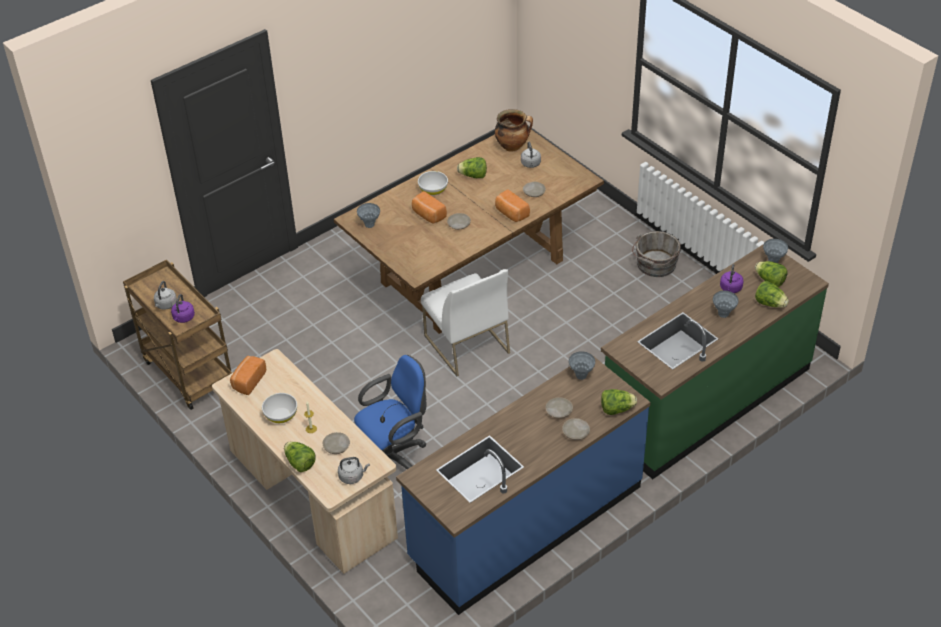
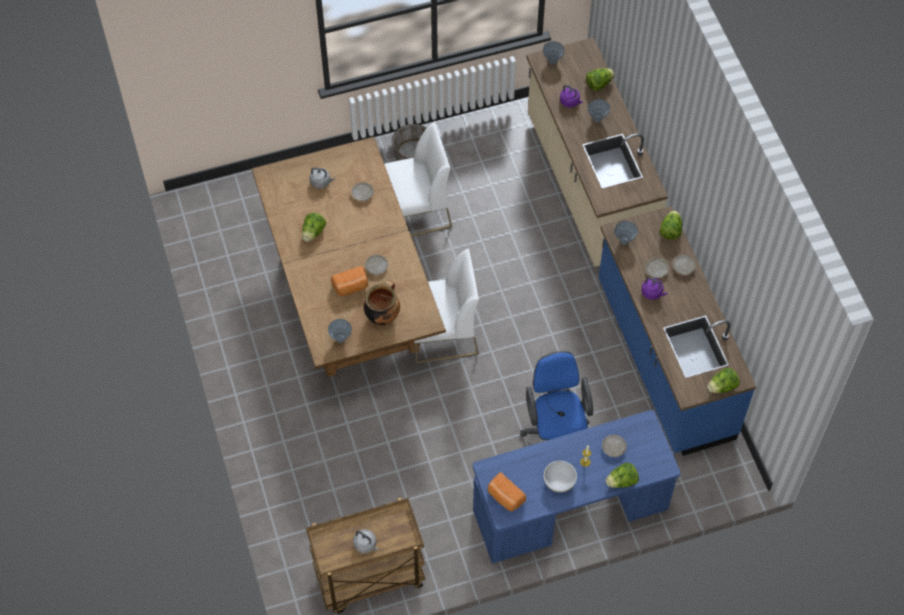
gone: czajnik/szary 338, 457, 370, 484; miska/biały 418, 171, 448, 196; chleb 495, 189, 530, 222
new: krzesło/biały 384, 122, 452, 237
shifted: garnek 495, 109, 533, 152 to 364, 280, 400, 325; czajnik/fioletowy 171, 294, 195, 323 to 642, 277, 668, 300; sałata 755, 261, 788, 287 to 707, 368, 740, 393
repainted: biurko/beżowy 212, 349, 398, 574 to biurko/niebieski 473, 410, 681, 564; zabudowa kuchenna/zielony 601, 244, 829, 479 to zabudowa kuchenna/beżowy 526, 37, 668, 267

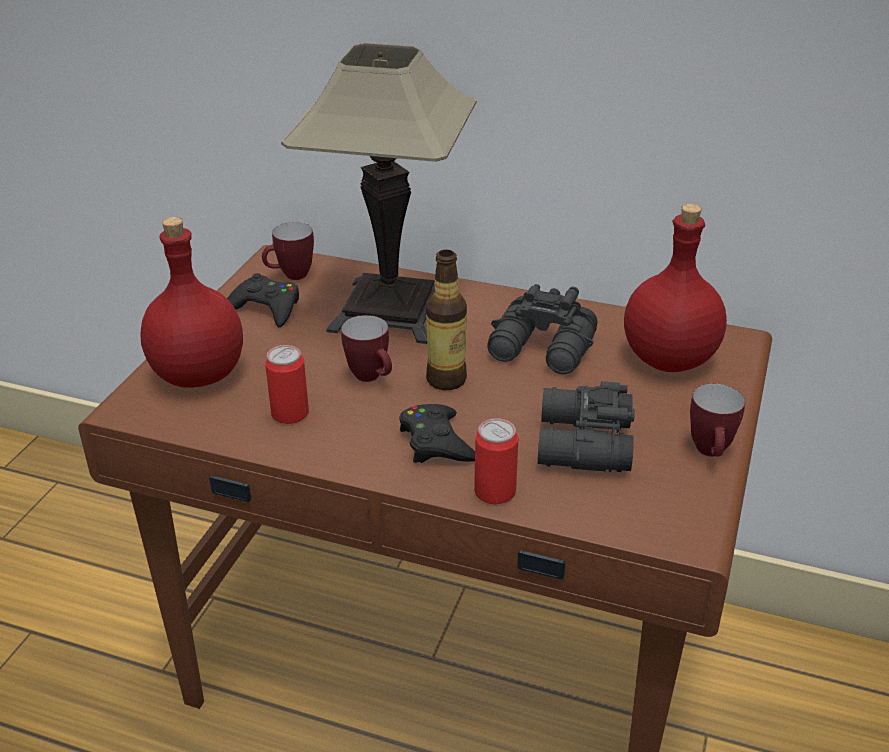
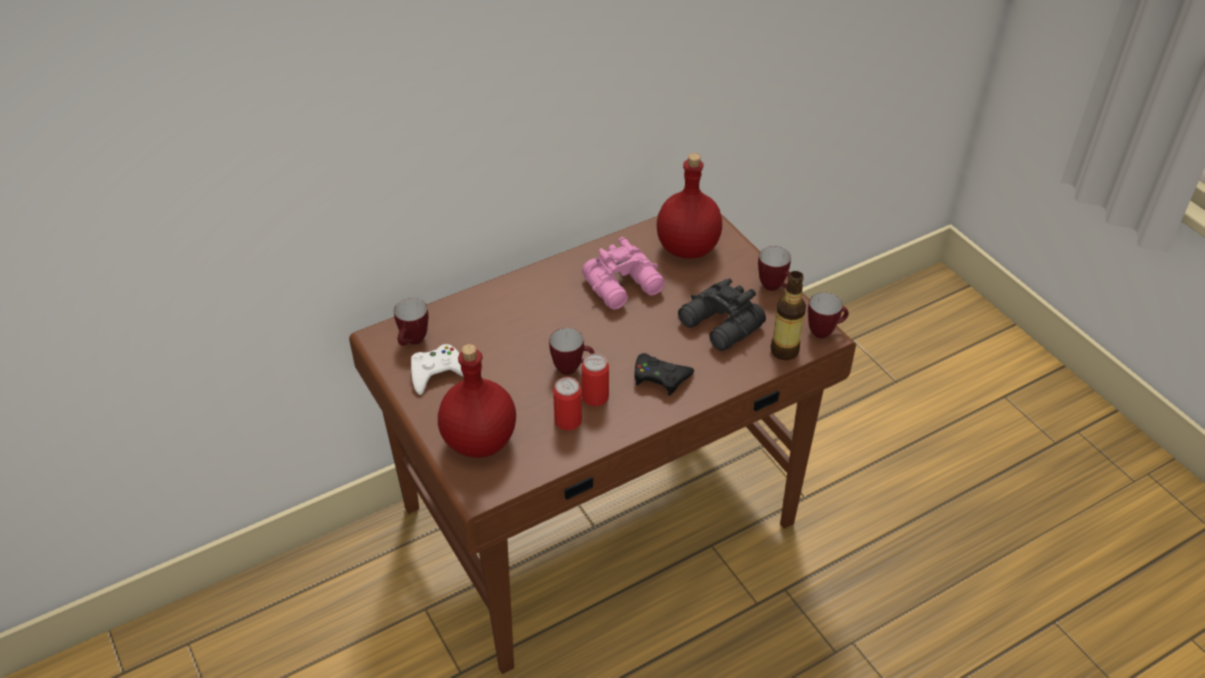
gone: lampa stołowa 281, 43, 476, 344
new: kubek 808, 292, 849, 339
shifted: puszka 474, 418, 518, 505 to 582, 353, 609, 406; butelka 426, 250, 467, 390 to 771, 271, 806, 360
repainted: pad do gier/czarny 227, 273, 299, 327 to pad do gier/biały 411, 344, 463, 395; lornetka/czarny 487, 284, 597, 374 to lornetka/różowy 582, 237, 665, 310

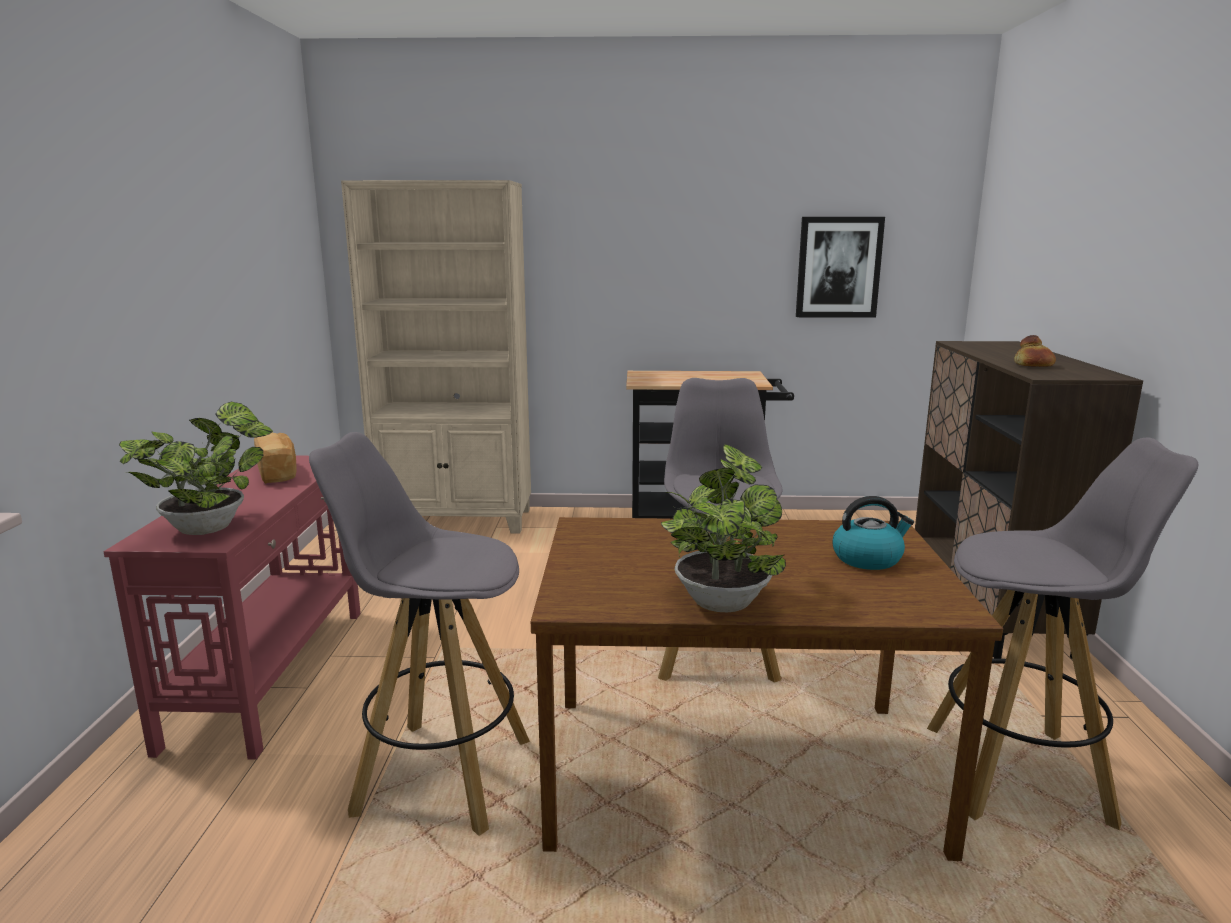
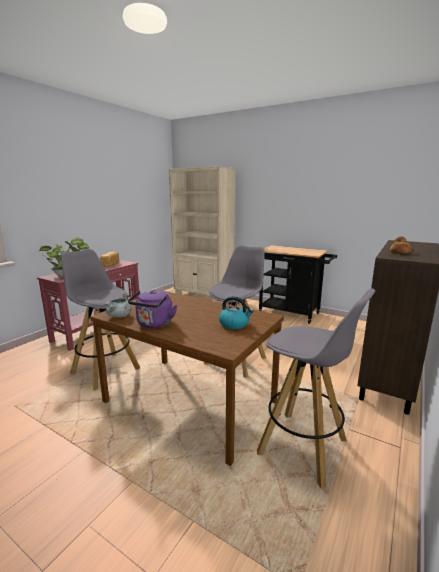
gone: obraz 796, 217, 885, 318
new: garnek/szary 105, 293, 132, 318
swapped: roślina doniczkowa 661, 444, 786, 612 to czajnik/fioletowy 128, 290, 177, 328

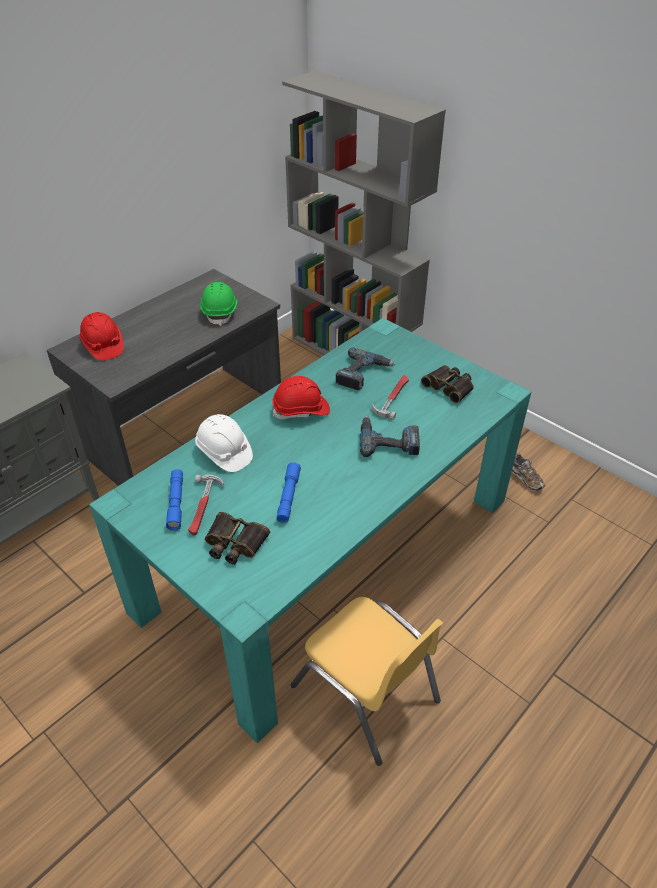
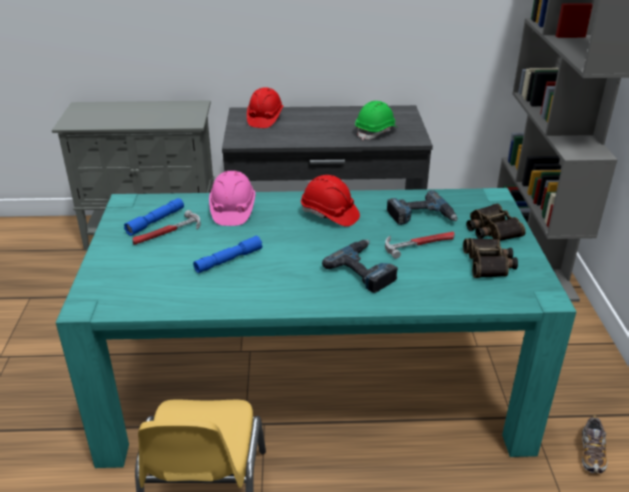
shifted: lornetka 205, 512, 270, 565 to 466, 204, 526, 241
repainted: kask/biały 195, 414, 253, 472 to kask/różowy 209, 171, 255, 226

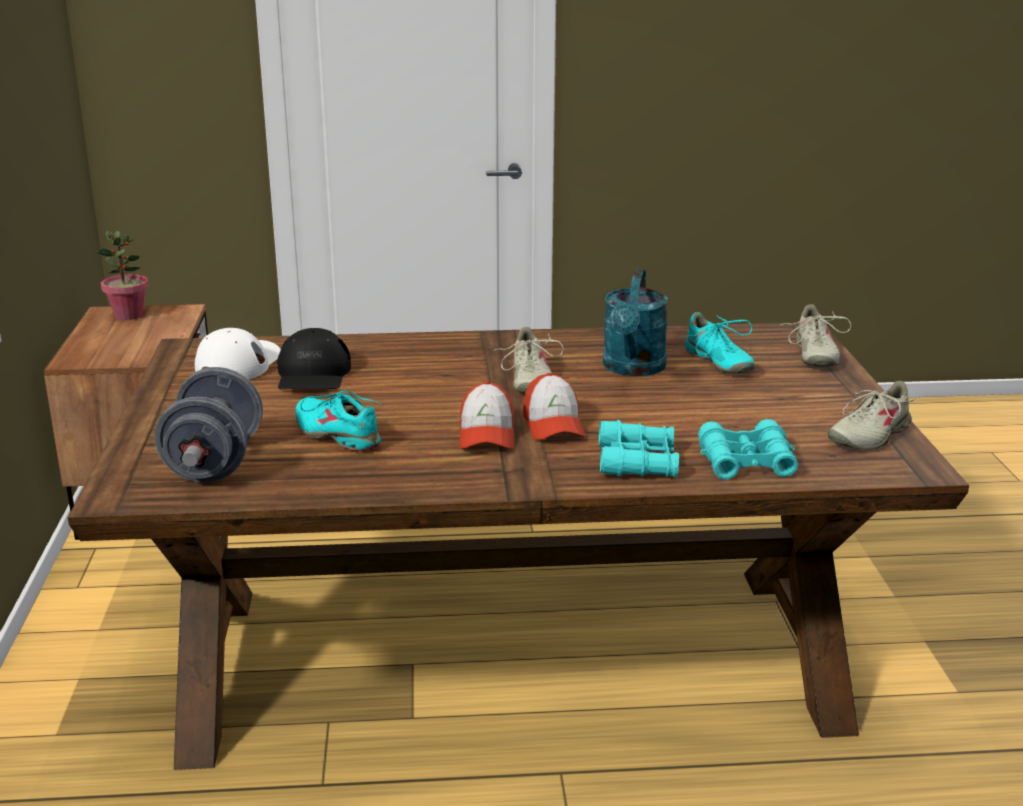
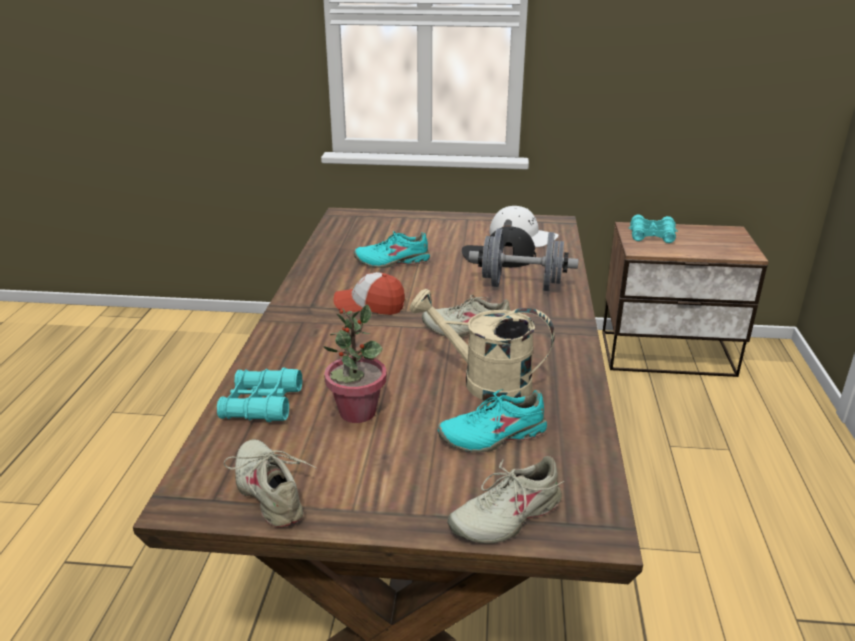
gone: czapka z daszkiem 523, 373, 586, 440
shifted: roślina doniczkowa 96, 231, 149, 320 to 323, 304, 387, 423; hantel/szary 154, 367, 263, 482 to 469, 228, 579, 291; lornetka/turkusowy 599, 420, 679, 477 to 629, 214, 678, 243
repainted: konewka/turkusowy 603, 269, 668, 376 to konewka/beżowy 410, 289, 555, 402
rotated: but/turkusowy 295, 390, 382, 451 = 354, 231, 430, 268 150 degrees counterclockwise; but/beżowy 780, 304, 851, 366 = 447, 456, 564, 543 45 degrees counterclockwise

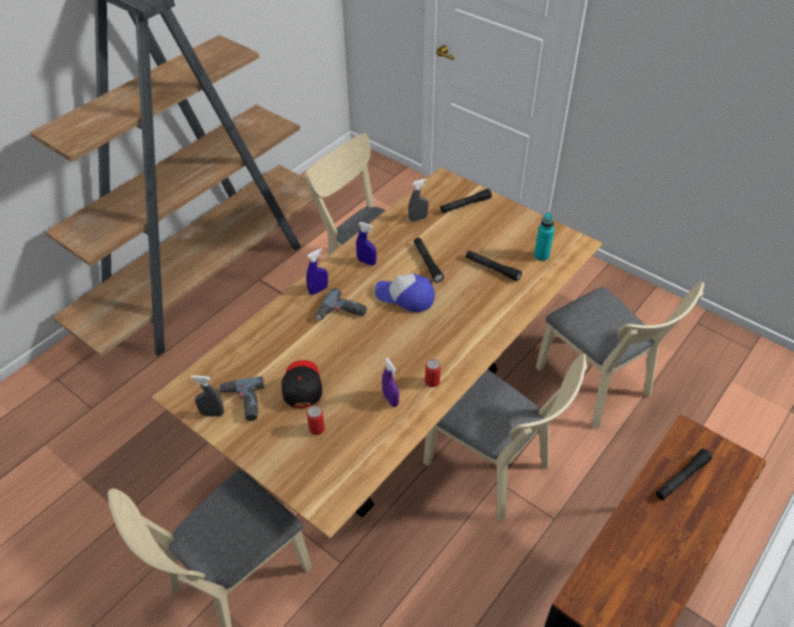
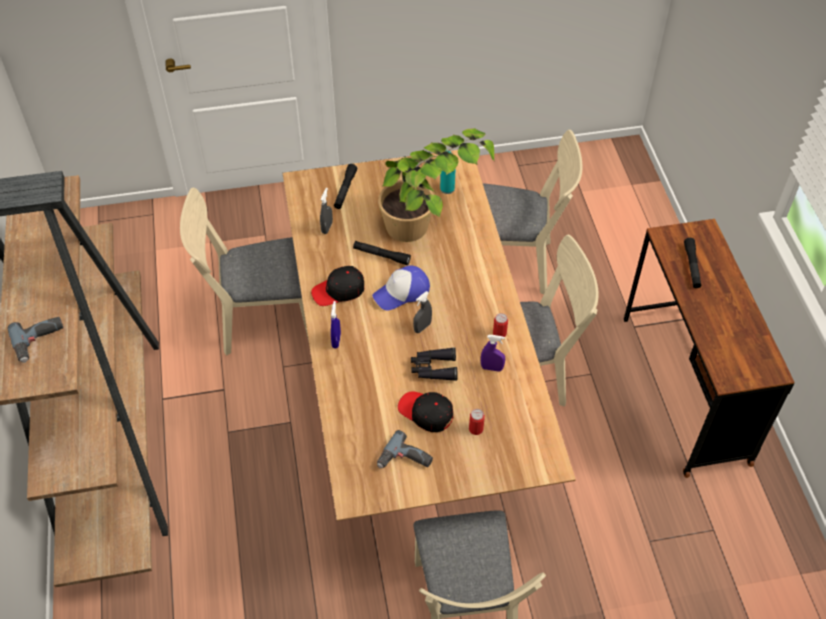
new: lornetka/czarny 411, 347, 458, 381
shifted: wiertarka 315, 288, 367, 320 to 7, 317, 63, 363; spryskiwacz/szary 190, 375, 224, 417 to 413, 291, 432, 333
swapped: spryskiwacz/niebieski 356, 222, 376, 266 to czapka z daszkiem/czarny 311, 266, 364, 306; latarka/czarny 466, 250, 522, 282 to roślina doniczkowa 378, 128, 495, 242

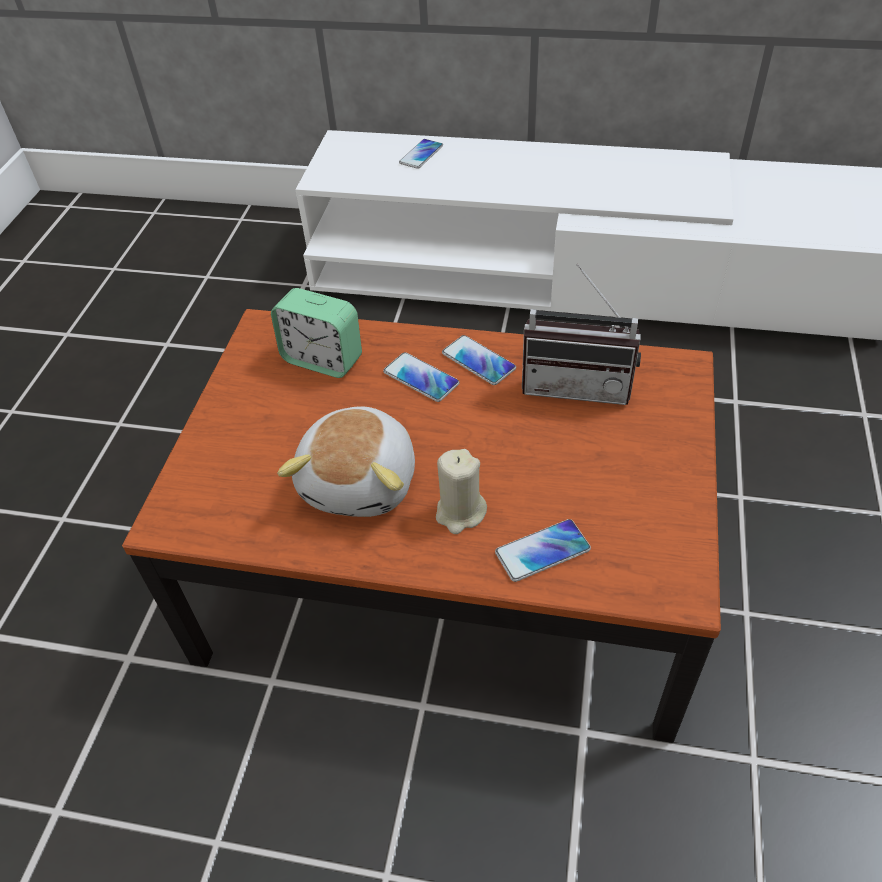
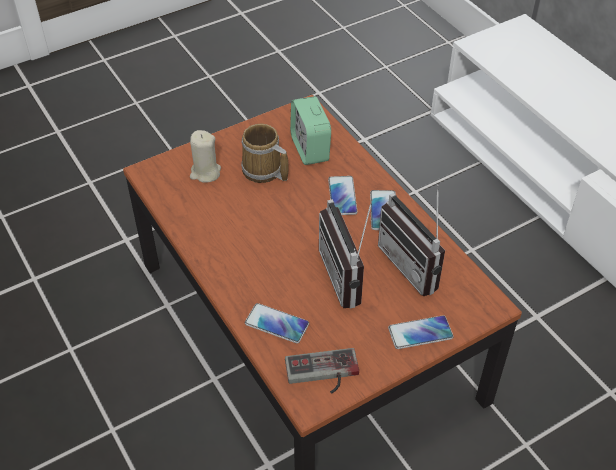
gone: pluszak 277, 406, 415, 517
new: kubek 241, 124, 288, 183; pad do gier 285, 348, 359, 394; radio 319, 199, 373, 309
shifted: świeca/beżowy 436, 449, 487, 534 to 190, 130, 221, 183; telefon 399, 139, 443, 169 to 388, 315, 453, 349

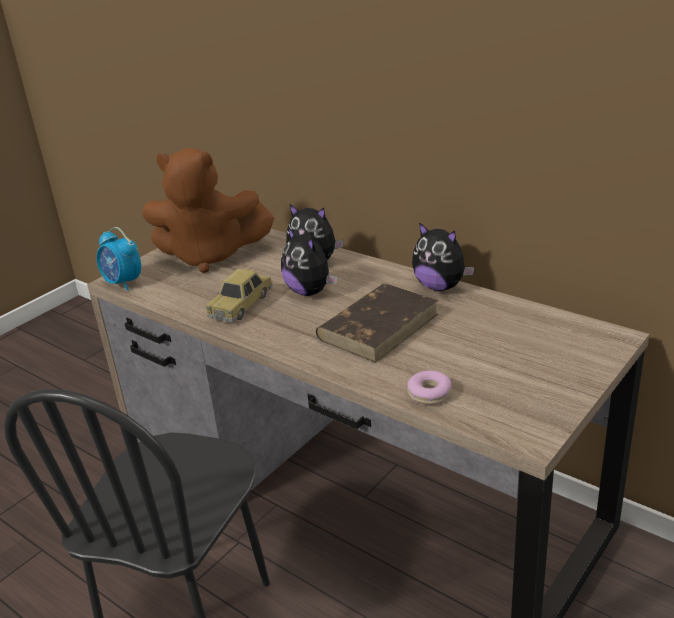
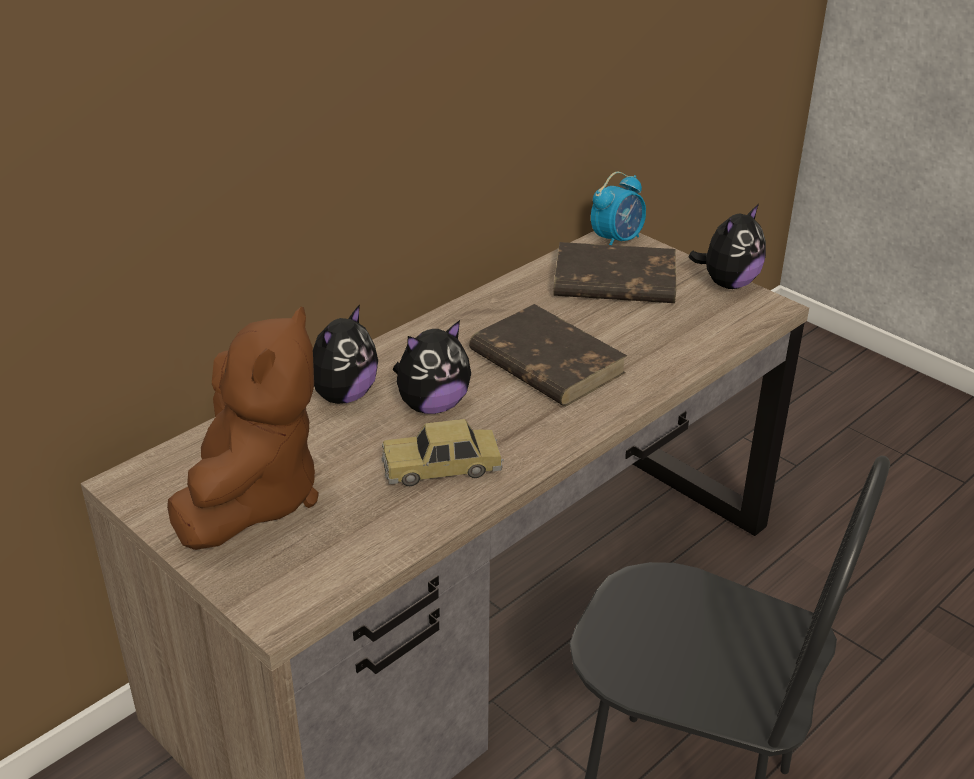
gone: donut 407, 371, 451, 405
new: książka/brązowy 553, 242, 676, 303
shifted: budzik 96, 227, 141, 291 to 591, 172, 646, 245; pluszak 412, 222, 474, 291 to 689, 204, 766, 289
rotated: samochodzik 206, 269, 272, 323 = 382, 419, 504, 486 135 degrees clockwise

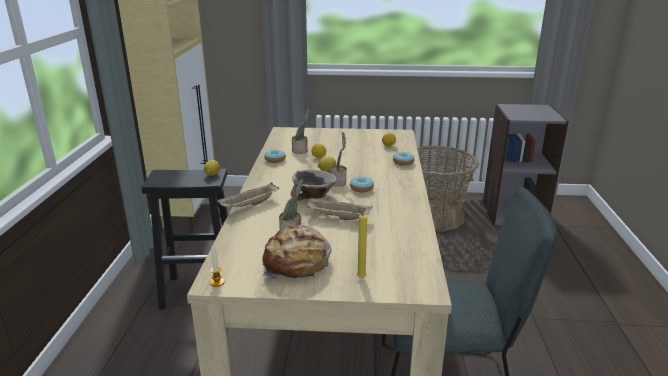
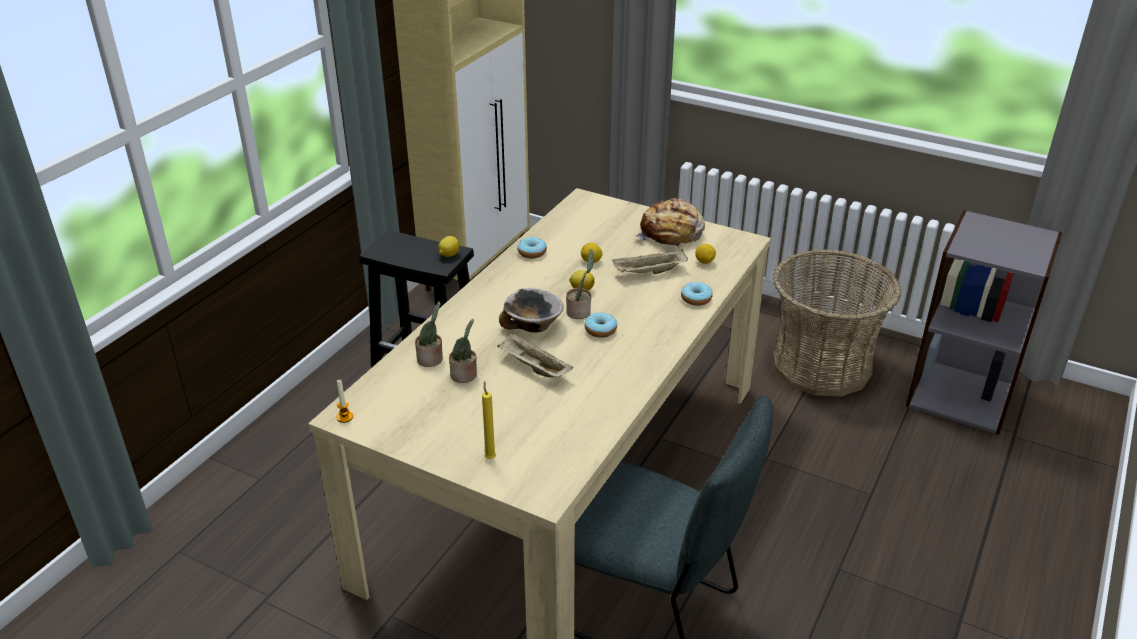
shifted: roślina doniczkowa 292, 108, 309, 154 to 415, 301, 443, 367; taca/beżowy 217, 182, 279, 208 to 612, 249, 688, 274; chleb 262, 225, 331, 279 to 635, 198, 705, 247

